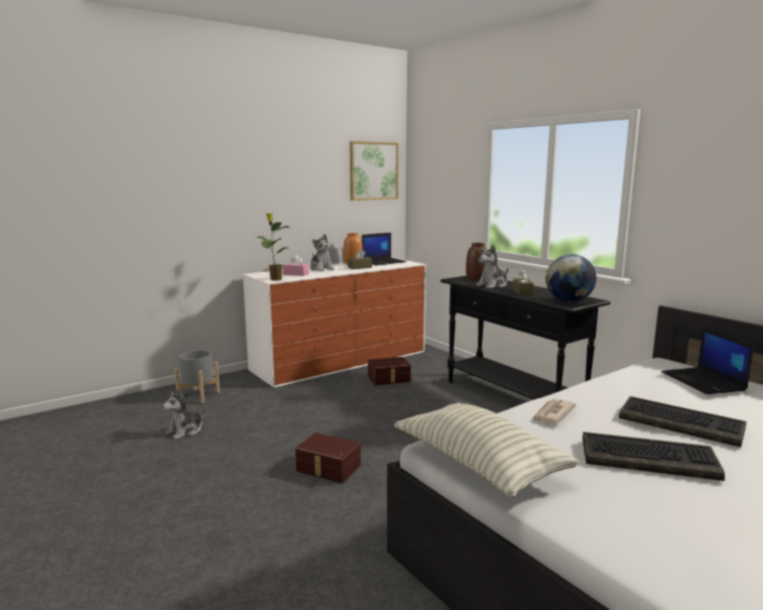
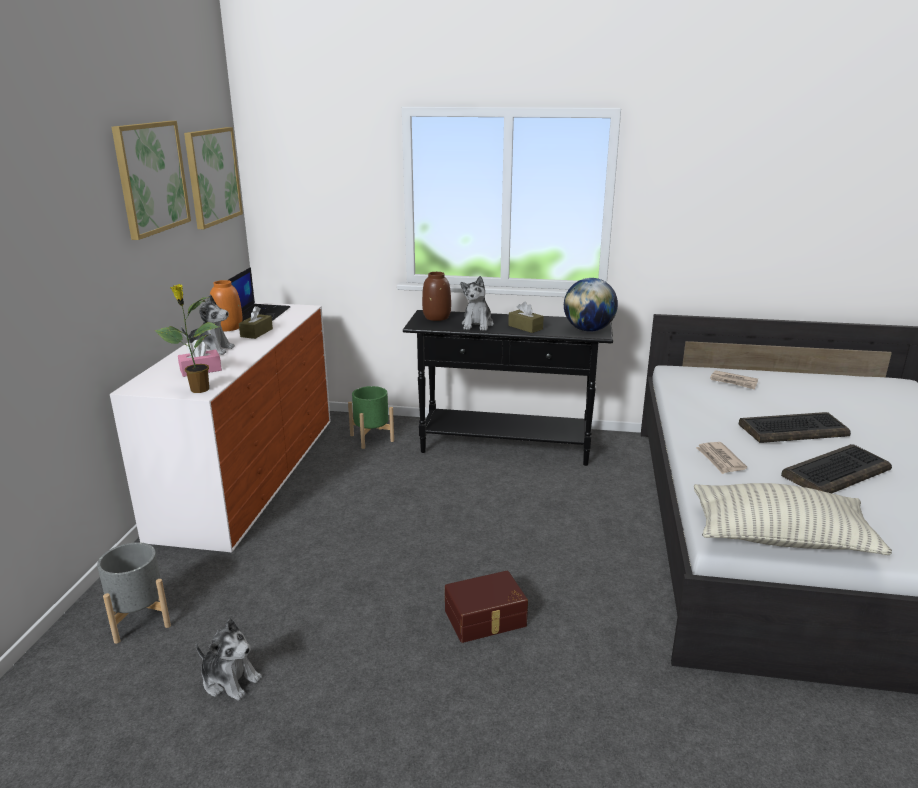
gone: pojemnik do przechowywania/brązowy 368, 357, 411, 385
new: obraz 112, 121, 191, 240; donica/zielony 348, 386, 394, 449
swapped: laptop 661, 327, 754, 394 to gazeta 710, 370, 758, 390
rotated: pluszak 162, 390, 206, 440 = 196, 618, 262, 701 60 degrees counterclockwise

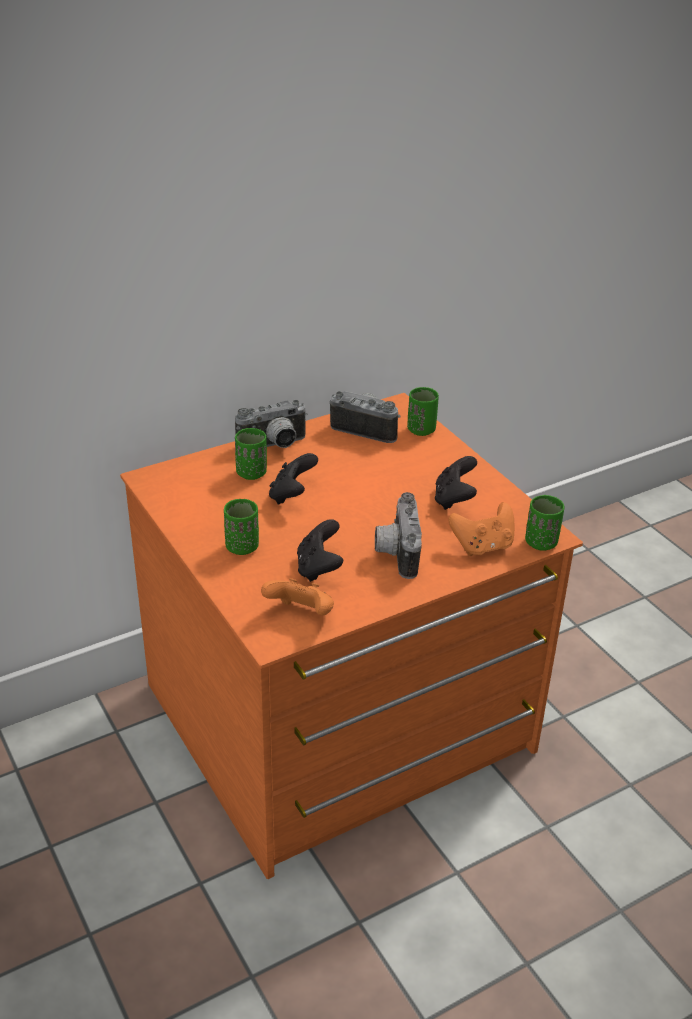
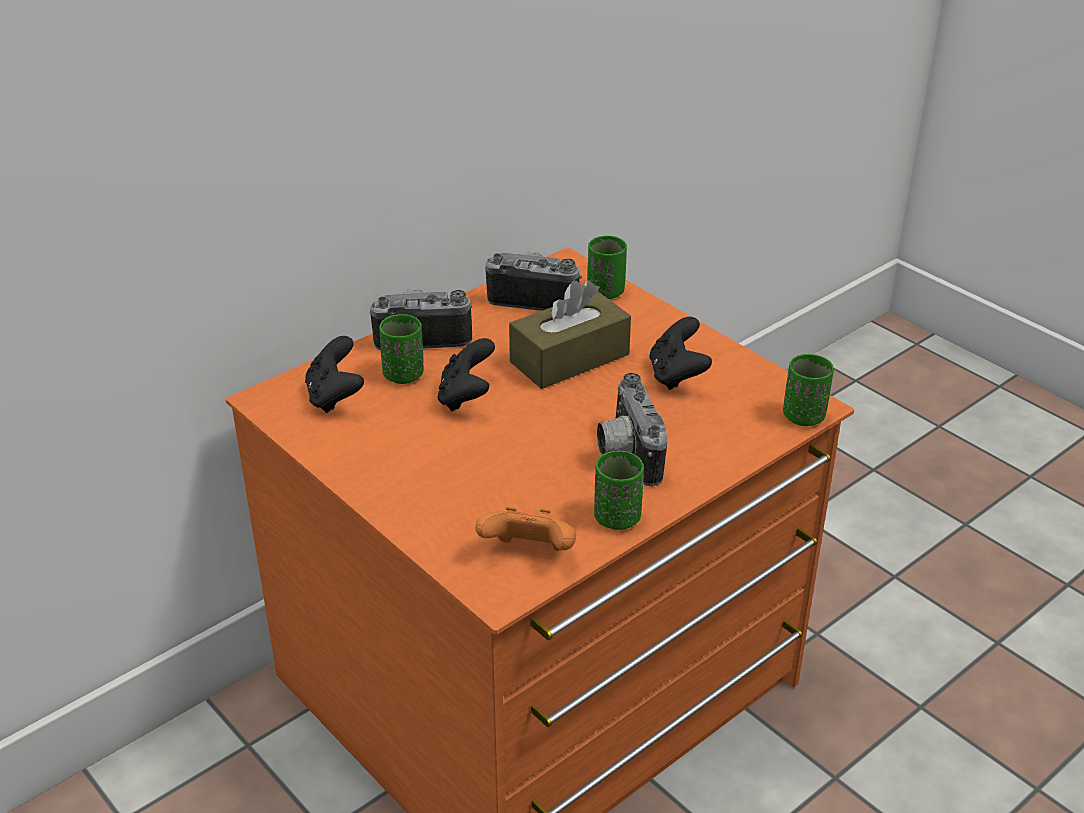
gone: pad do gier/pomarańczowy 449, 502, 515, 556
new: pudełko chusteczek/brązowy 509, 280, 631, 389
shifted: pad do gier/czarny 297, 519, 343, 582 to 305, 336, 364, 413; filiżanka/zielony 224, 499, 259, 555 to 594, 450, 644, 530
rotated: aparat fotograficzny 235, 400, 308, 448 = 370, 289, 472, 350 150 degrees counterclockwise

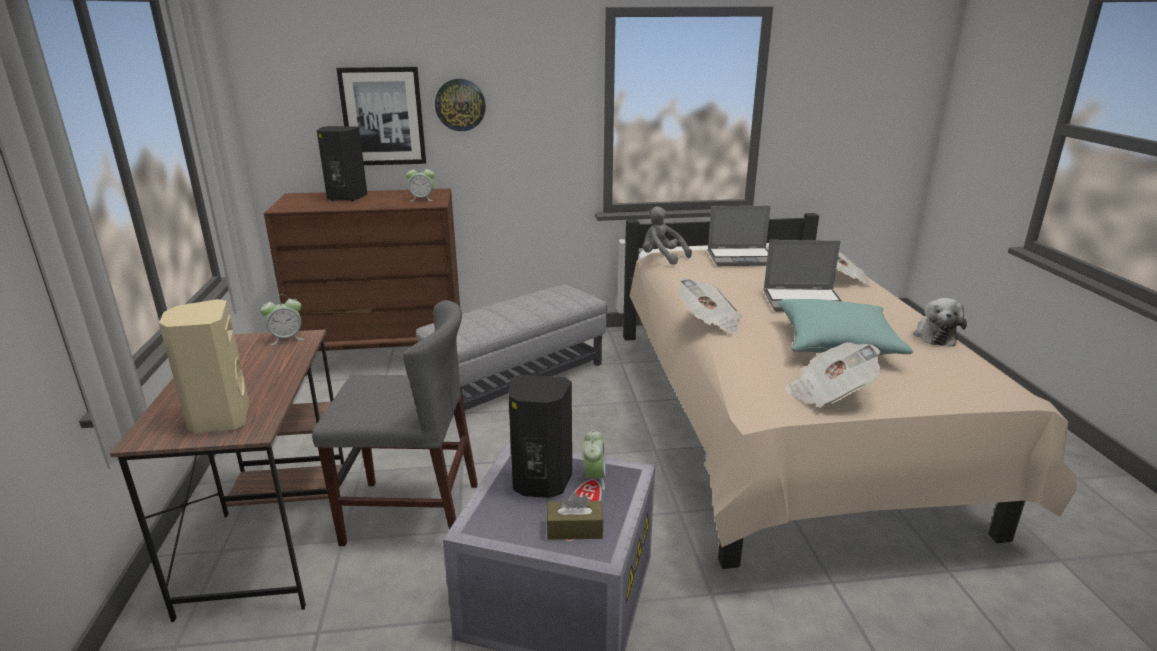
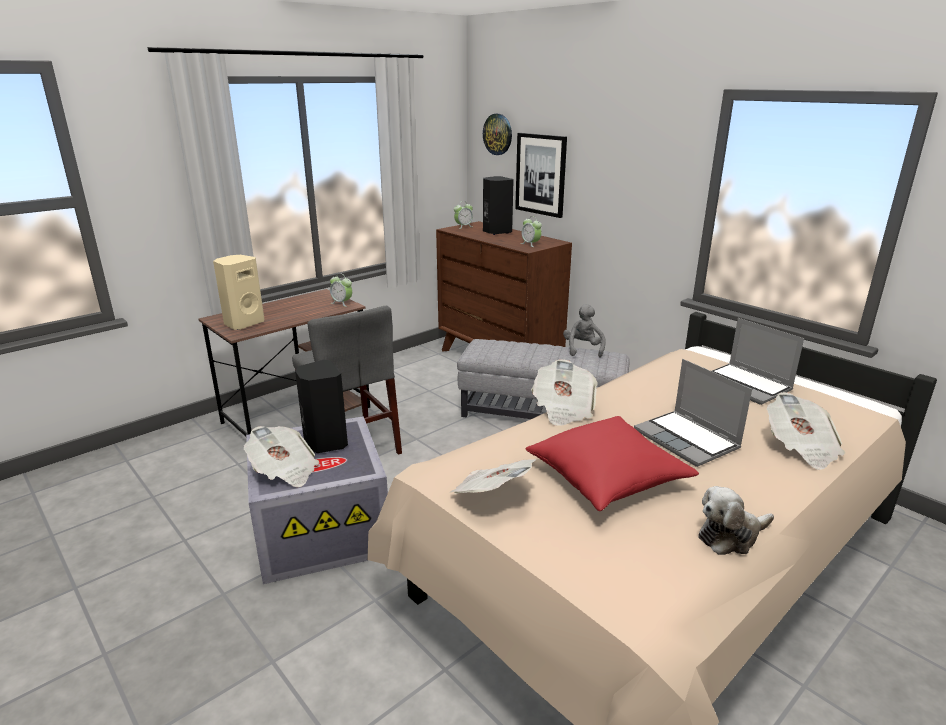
shifted: budzik 583, 430, 606, 490 to 454, 201, 473, 229; zegar ścienny 435, 79, 486, 131 to 483, 114, 512, 155; pluszak/szary 643, 206, 692, 265 to 563, 304, 606, 358
swapped: pudełko chusteczek/brązowy 546, 493, 603, 540 to gazeta 244, 426, 319, 487
repainted: poduszka/turkusowy 778, 299, 913, 355 to poduszka/czerwony 526, 416, 699, 511

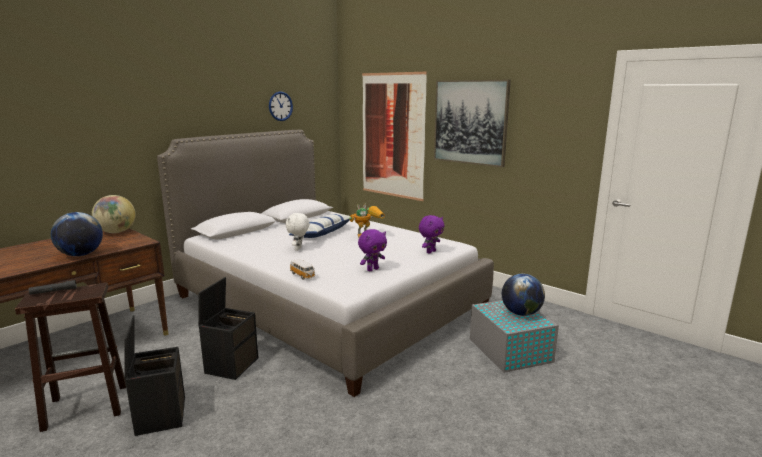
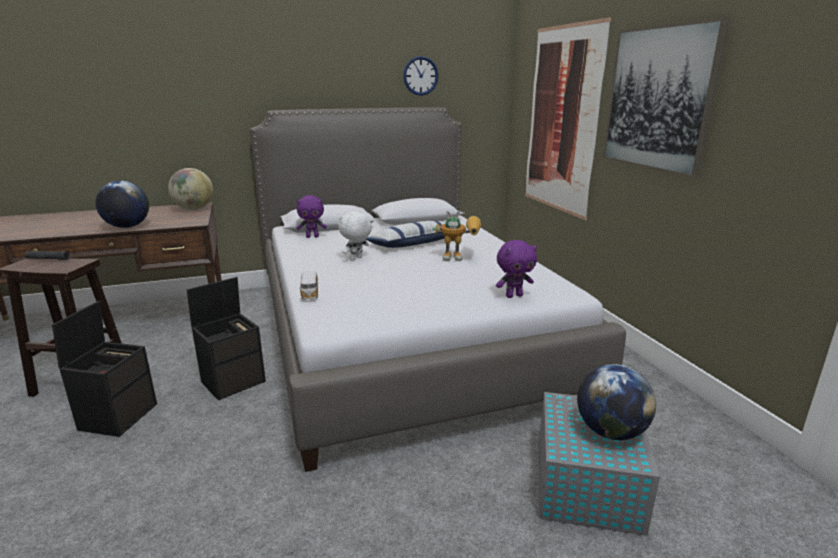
shifted: pluszak/fioletowy 358, 229, 387, 272 to 297, 195, 327, 238

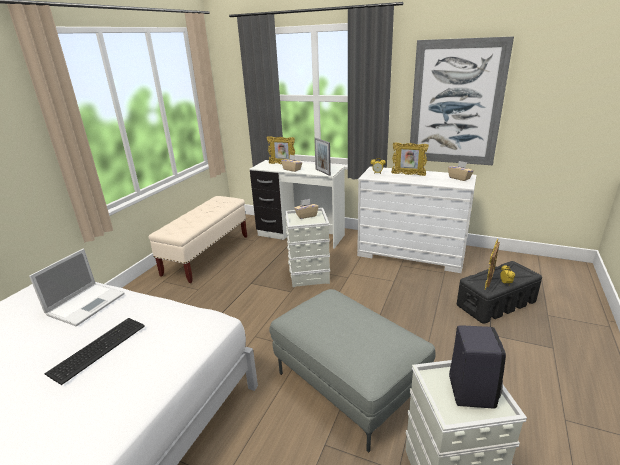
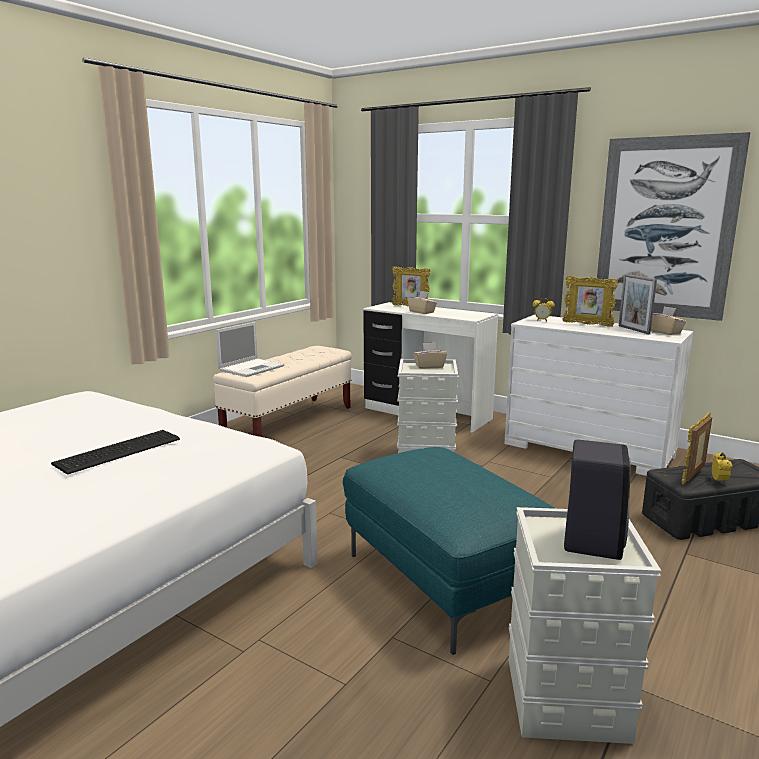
shifted: laptop 29, 248, 125, 326 to 215, 322, 284, 377; ramka na zdjęcie 314, 138, 331, 176 to 619, 274, 657, 334
repainted: pufa/szary 269, 289, 436, 453 to pufa/turkusowy 343, 447, 556, 655

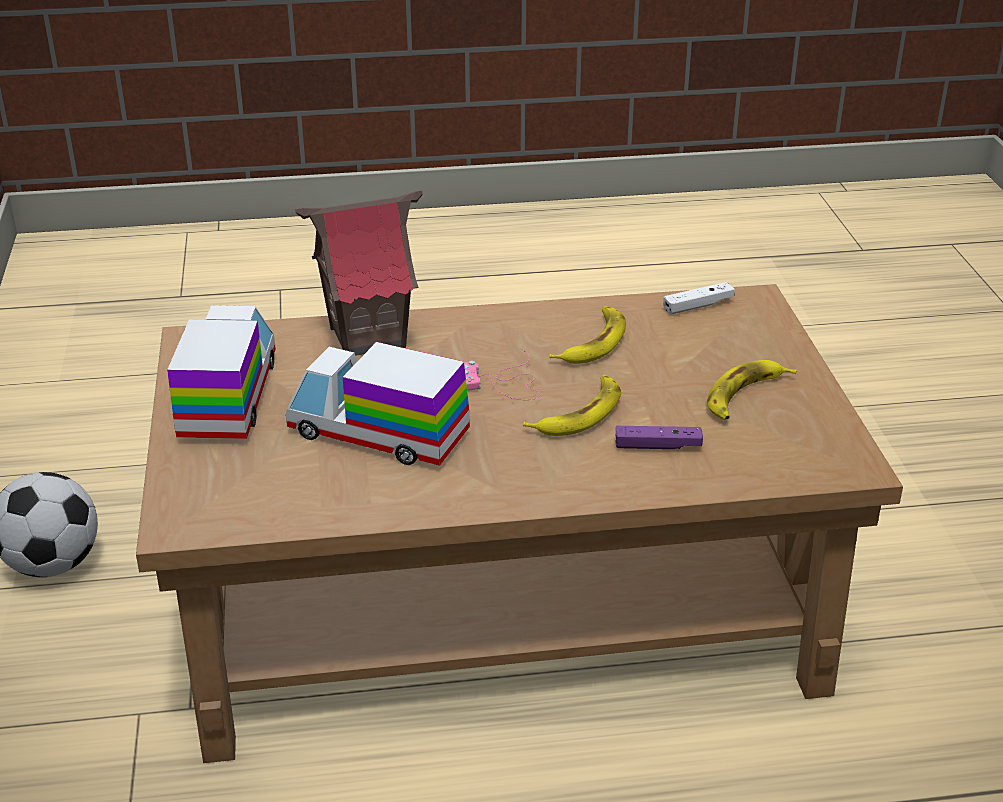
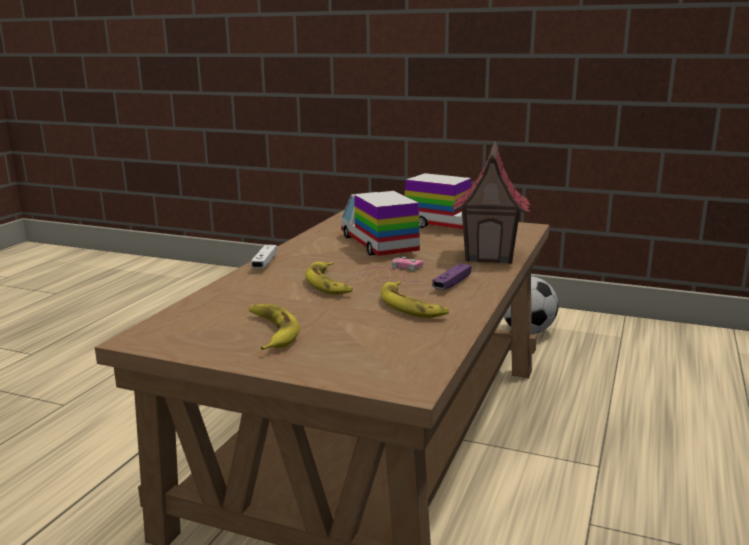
shifted: pad do gier/biały 663, 282, 735, 315 to 251, 245, 277, 269; pad do gier/fioletowy 616, 426, 703, 449 to 432, 263, 471, 290
rotated: ciężarówka zabawkowa 286, 342, 470, 466 = 341, 191, 420, 256 75 degrees counterclockwise

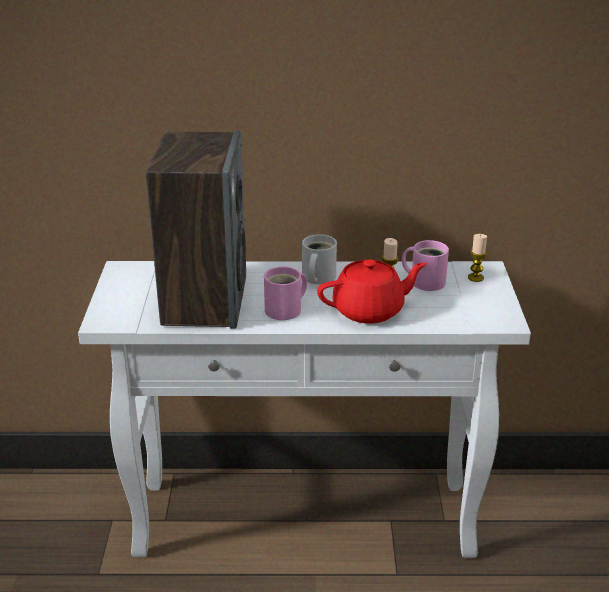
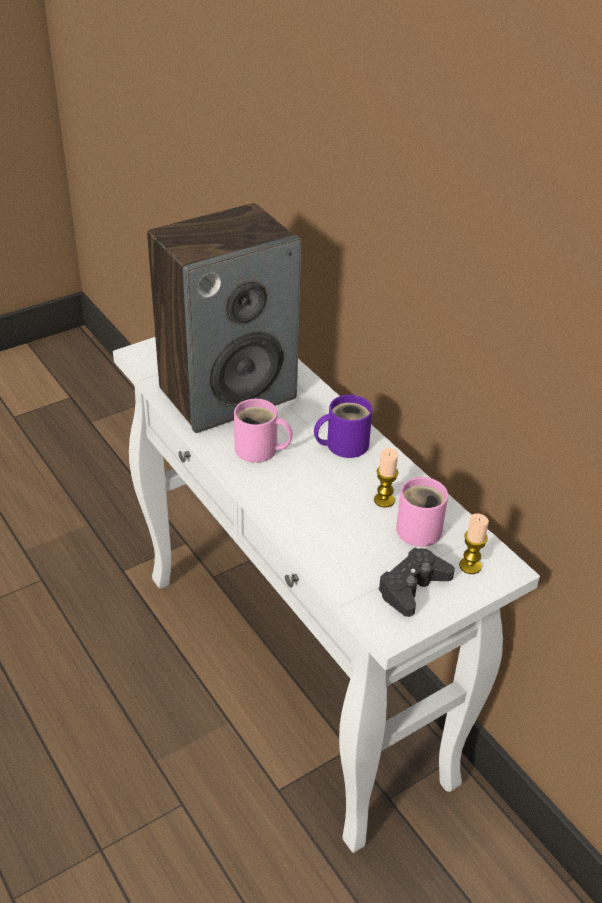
gone: imbryk/czerwony 317, 259, 427, 324
new: pad do gier/czarny 378, 547, 455, 617
repainted: kubek/biały 302, 234, 337, 284 to kubek/fioletowy 314, 395, 372, 458

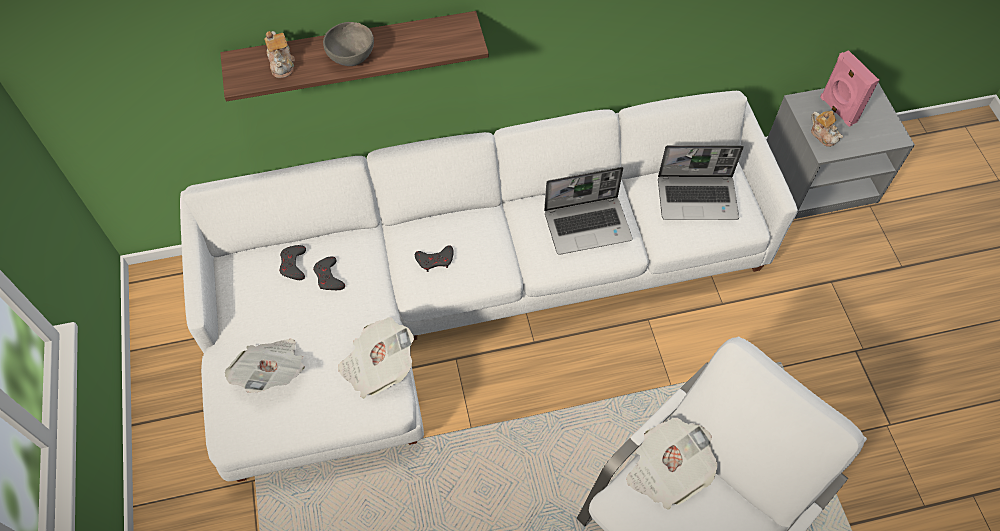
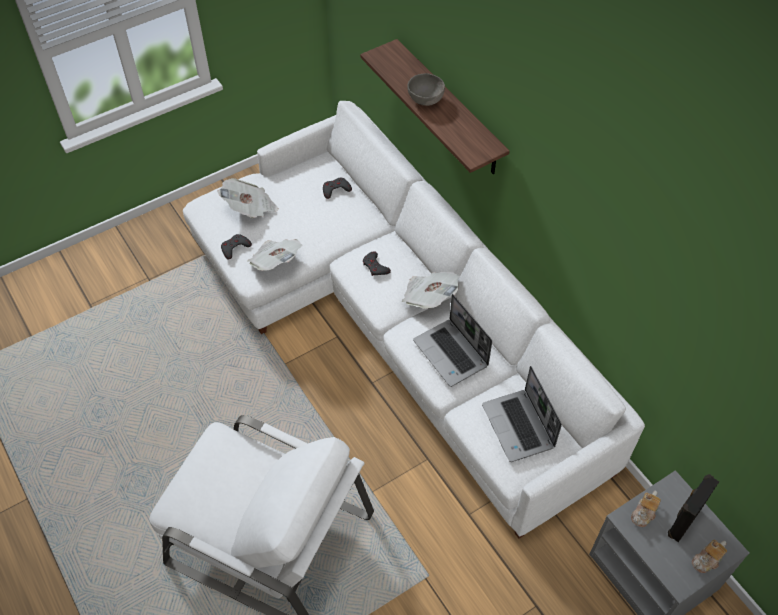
shifted: pad do gier/szary 313, 256, 345, 290 to 221, 234, 252, 260; gazeta 626, 418, 717, 510 to 402, 272, 460, 309; imbryk 264, 31, 295, 78 to 692, 540, 727, 573
repainted: głośnik/różowy 820, 50, 879, 127 to głośnik/czarny 668, 474, 719, 542

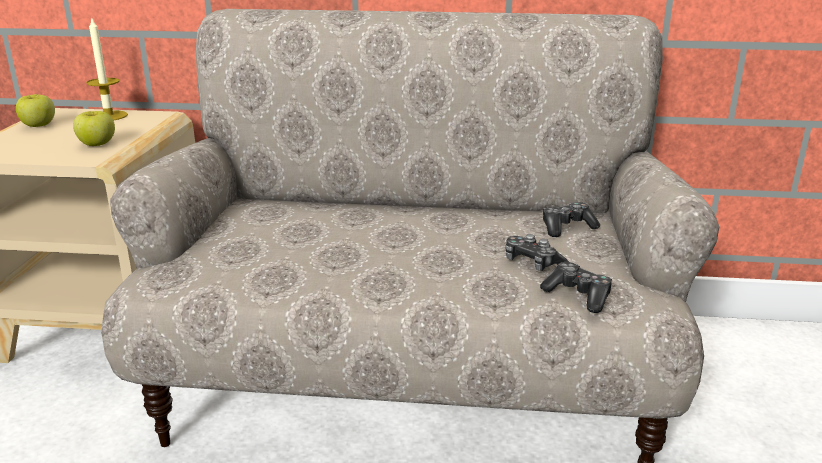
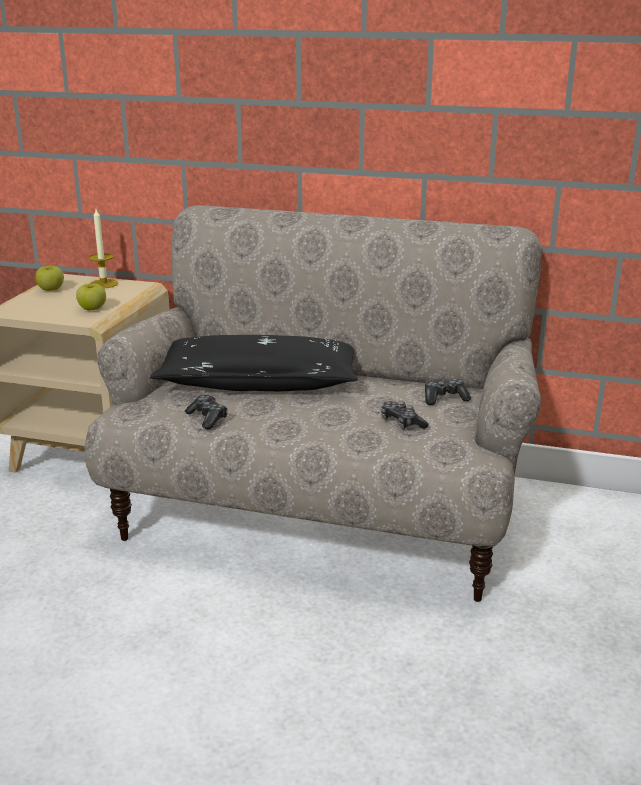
new: poduszka/czarny 149, 335, 358, 391
shifted: pad do gier 540, 262, 612, 313 to 185, 395, 228, 429

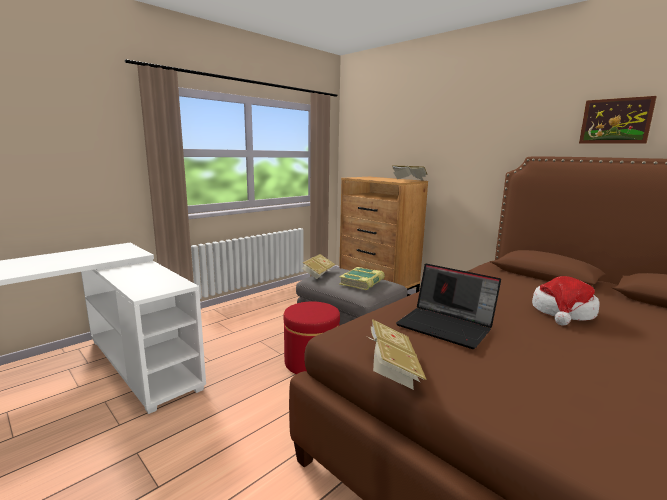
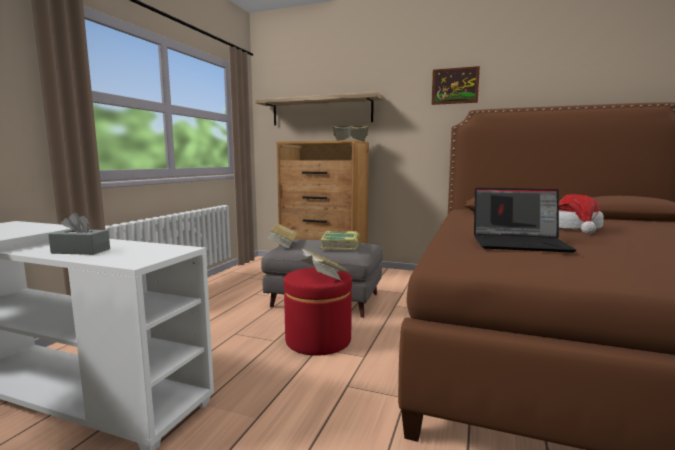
new: pudełko chusteczek/szary 48, 213, 110, 255; półka 255, 92, 383, 125
shifted: książka 367, 319, 427, 390 to 301, 248, 349, 280; obraz 579, 96, 657, 144 to 431, 66, 480, 105

